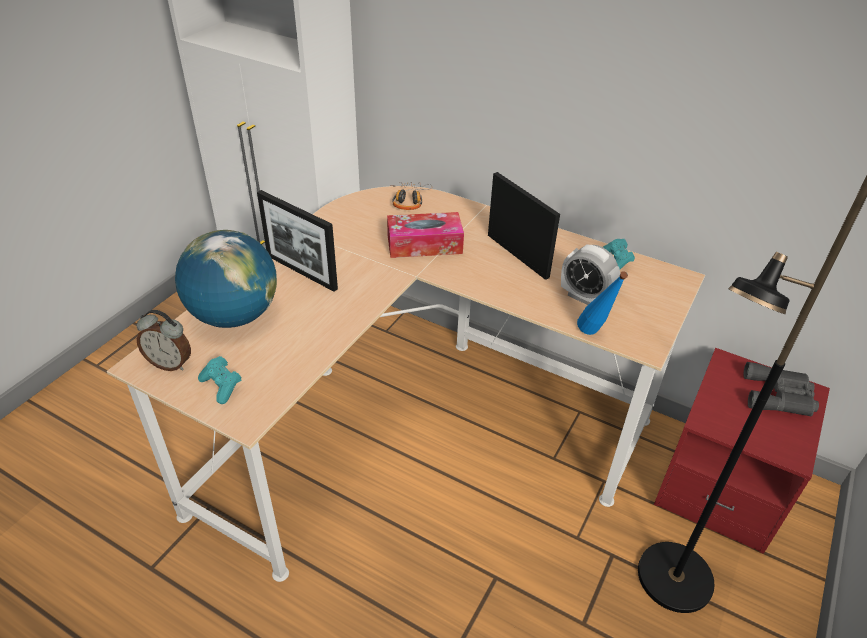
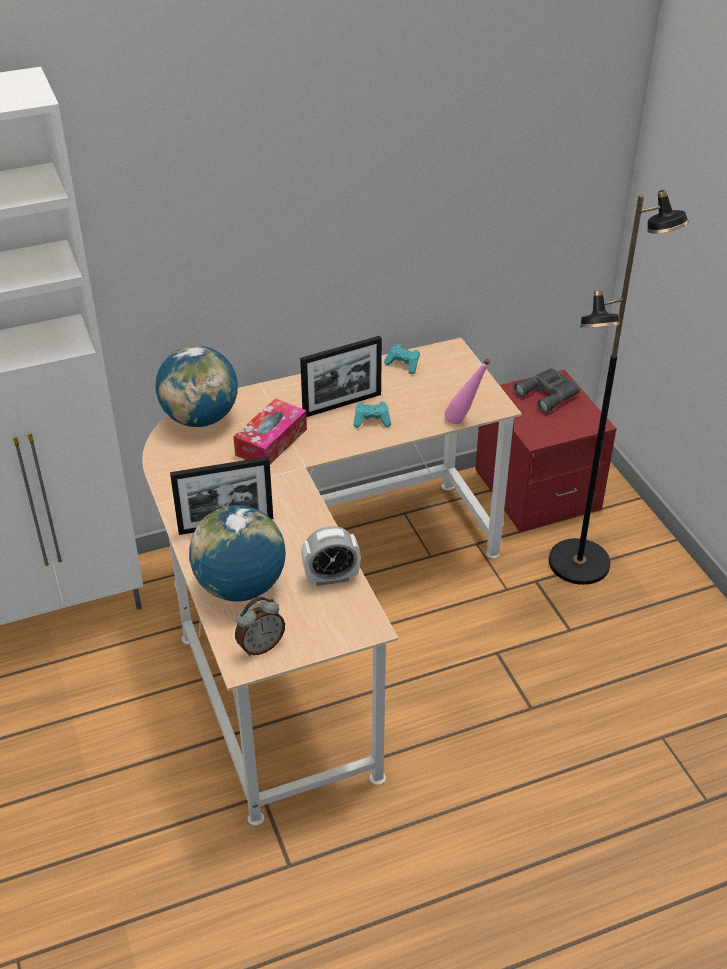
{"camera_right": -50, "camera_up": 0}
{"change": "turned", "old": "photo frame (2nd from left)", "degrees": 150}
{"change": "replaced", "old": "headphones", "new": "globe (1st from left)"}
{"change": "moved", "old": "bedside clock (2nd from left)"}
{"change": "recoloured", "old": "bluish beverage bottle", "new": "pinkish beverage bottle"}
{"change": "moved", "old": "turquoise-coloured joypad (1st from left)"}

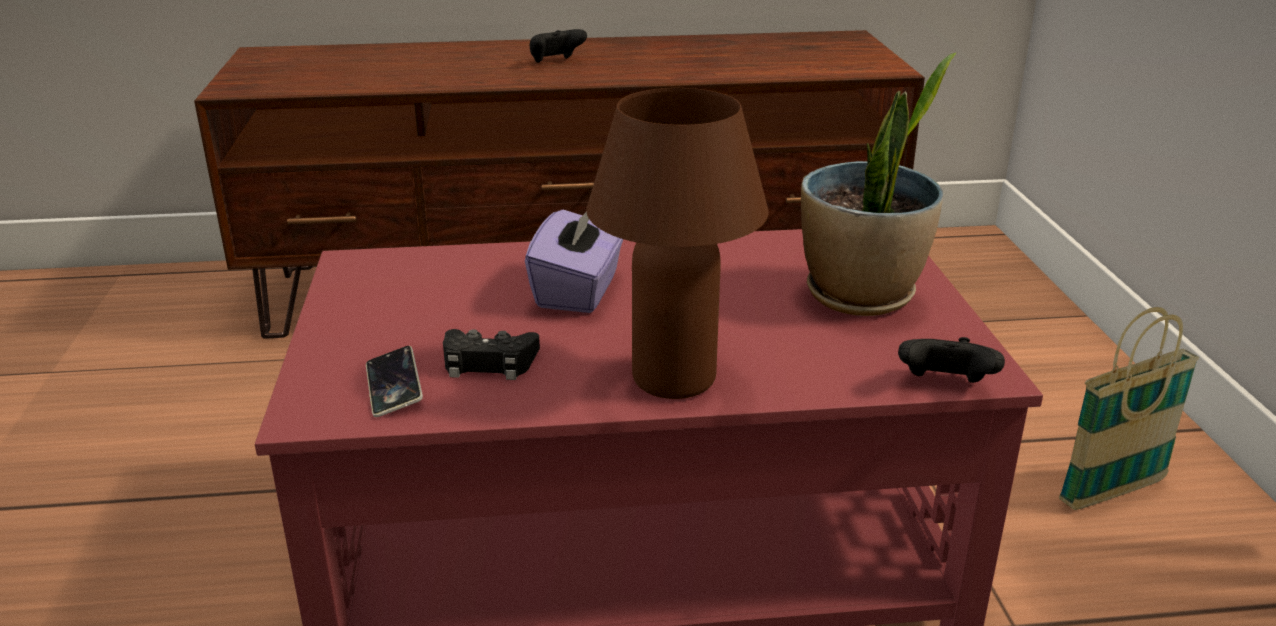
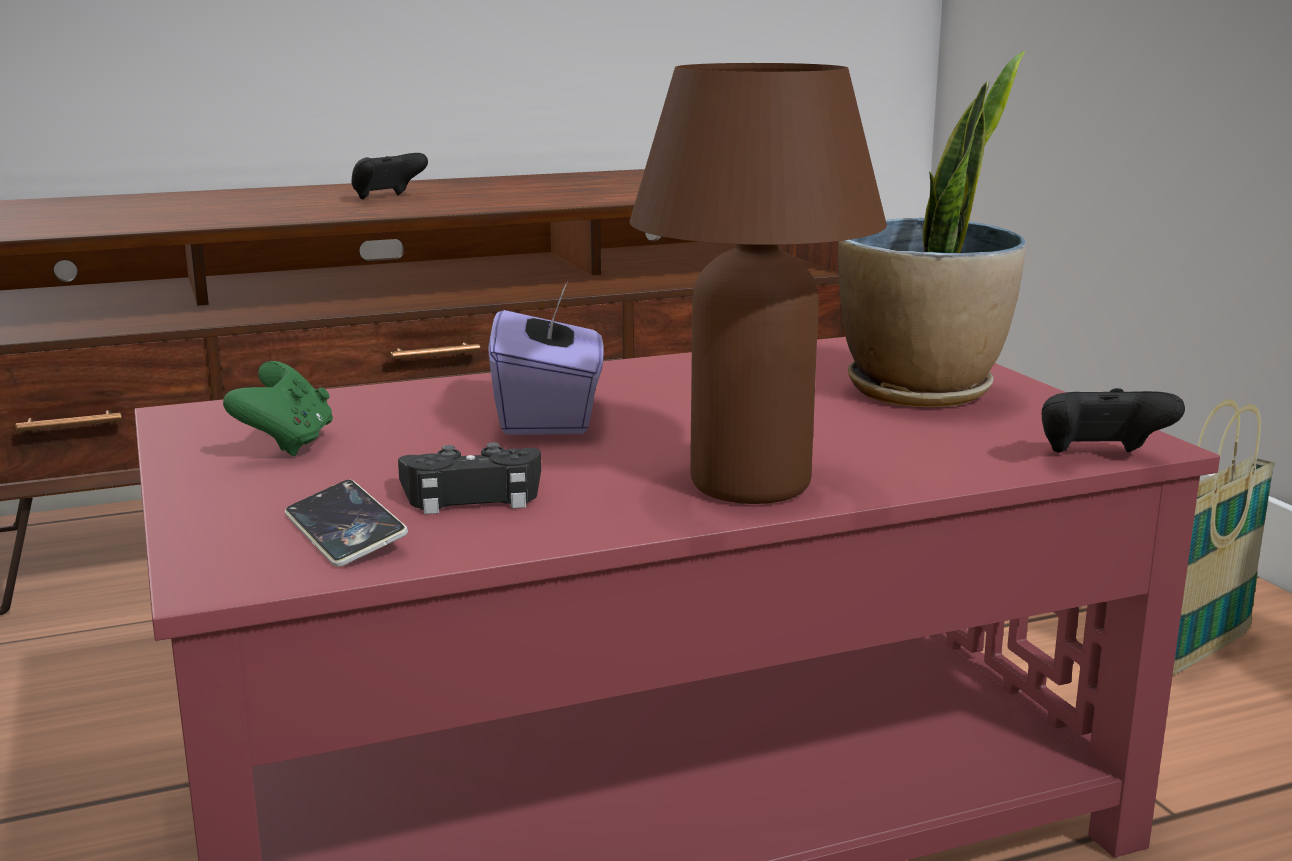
{"camera_right": -15, "camera_up": -10}
{"change": "added", "new": "greenish joypad"}

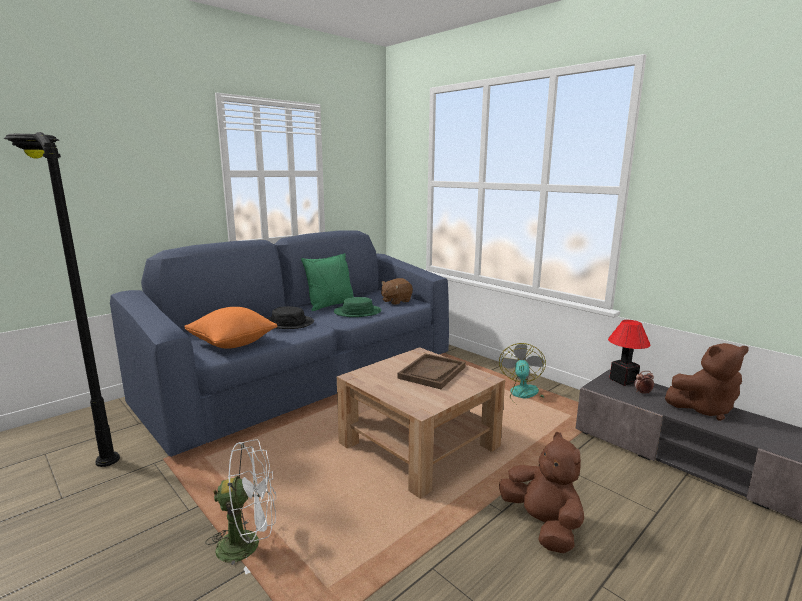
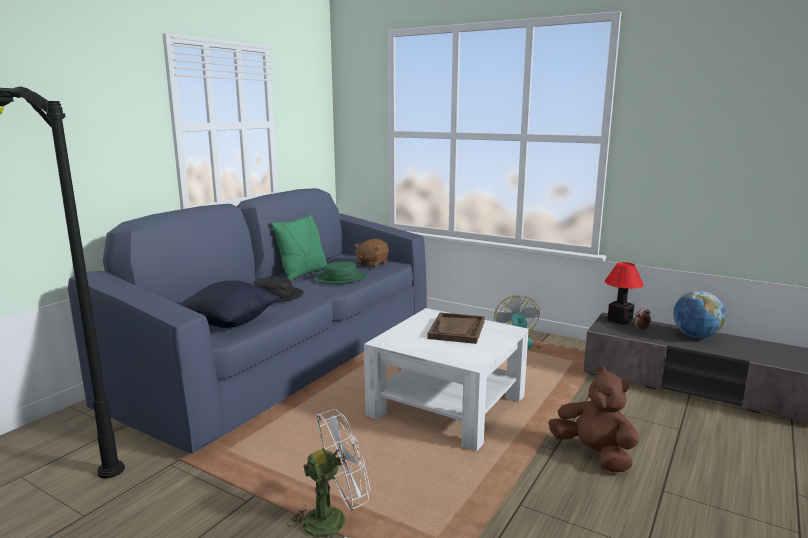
{"camera_right": -15, "camera_up": 0}
{"change": "recoloured", "old": "orange cushion", "new": "black-coloured cushion"}
{"change": "replaced", "old": "brown-coloured cuddly toy (3rd from left)", "new": "globe"}
{"change": "recoloured", "old": "brown-coloured lounge table", "new": "whitish lounge table"}

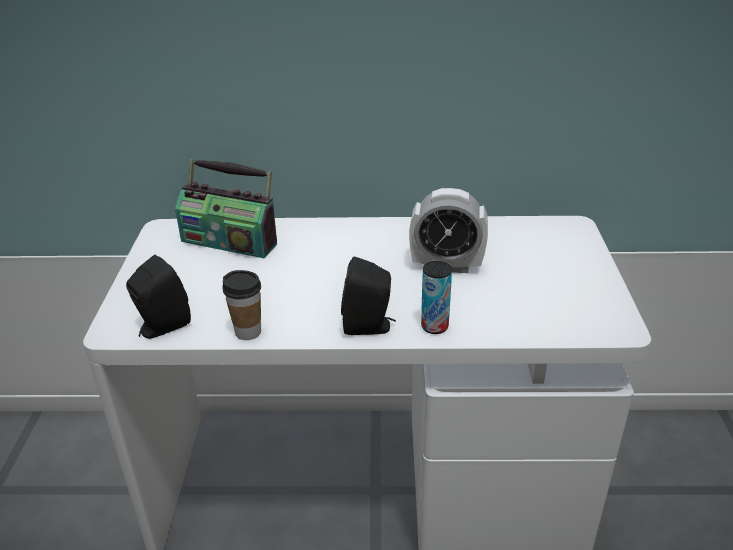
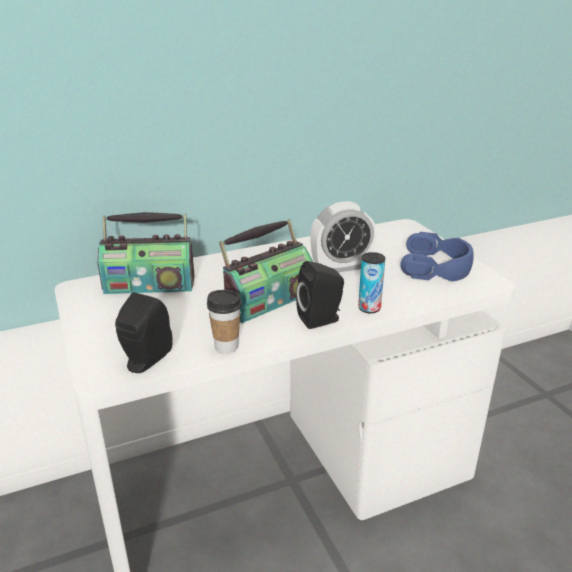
{"camera_right": -25, "camera_up": -5}
{"change": "added", "new": "radio receiver (2nd from left)"}
{"change": "added", "new": "bluish headphones"}

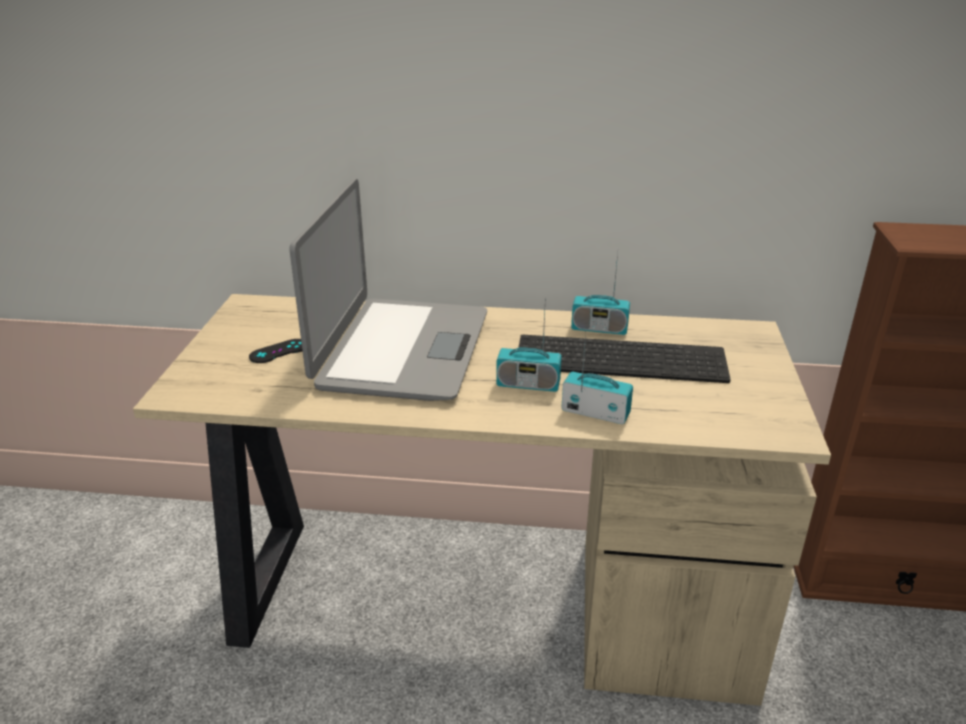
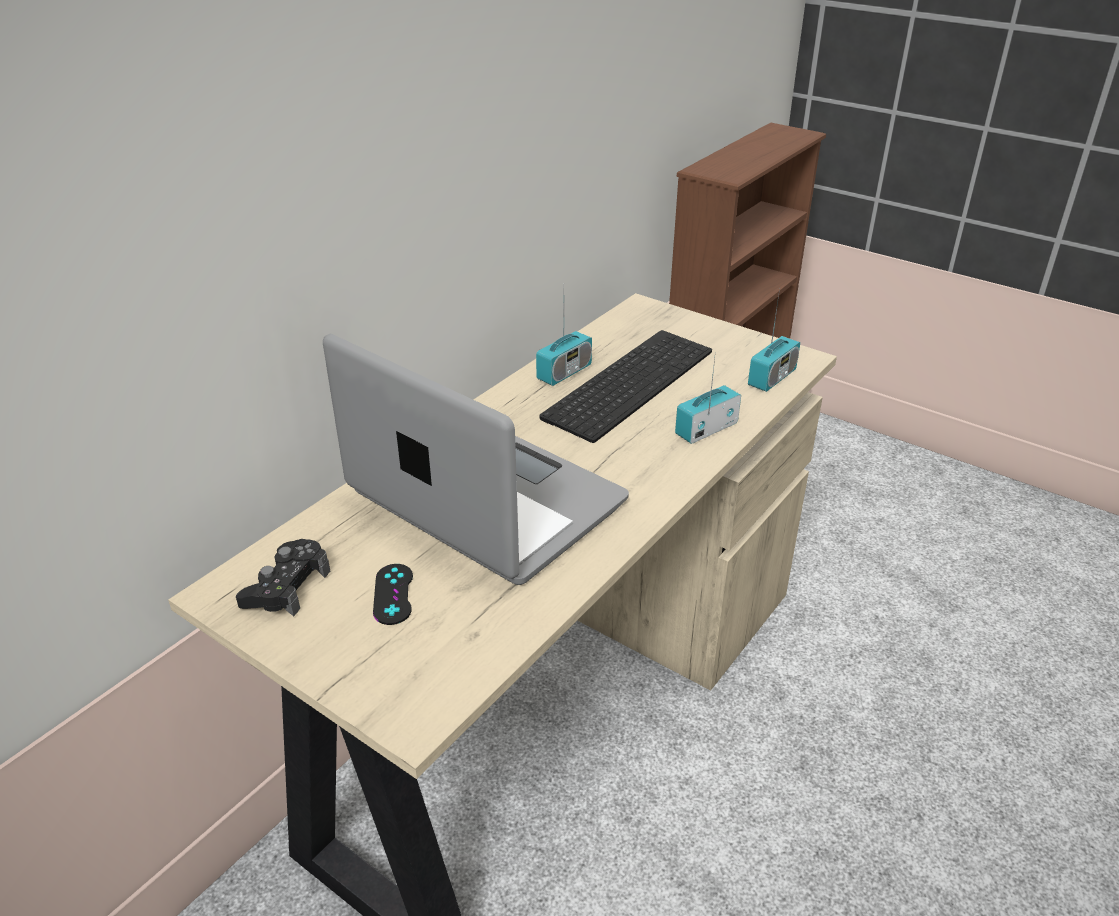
{"camera_right": -60, "camera_up": 5}
{"change": "moved", "old": "radio receiver (1st from left in the first image)", "new": "radio receiver (3rd from left)"}
{"change": "added", "new": "black-coloured joypad (1st from left)"}

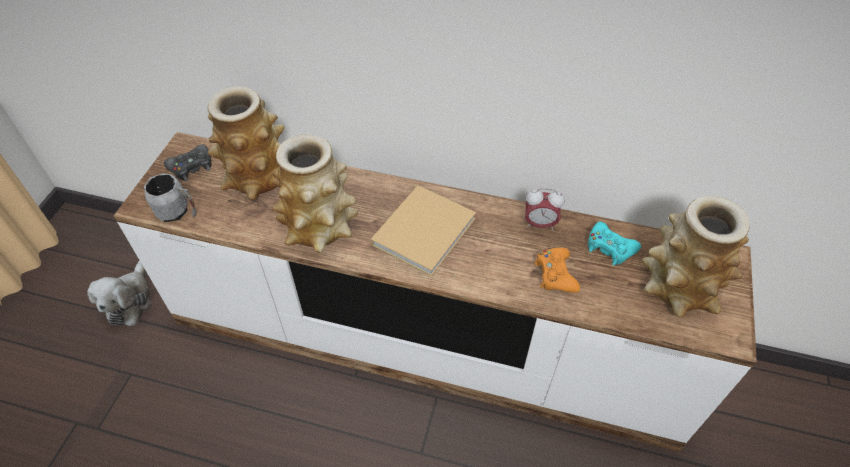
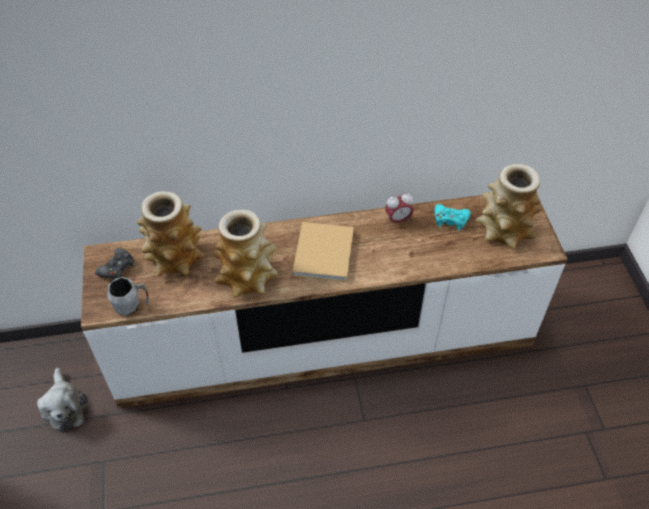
{"camera_right": -25, "camera_up": 0}
{"change": "removed", "old": "orange joypad"}

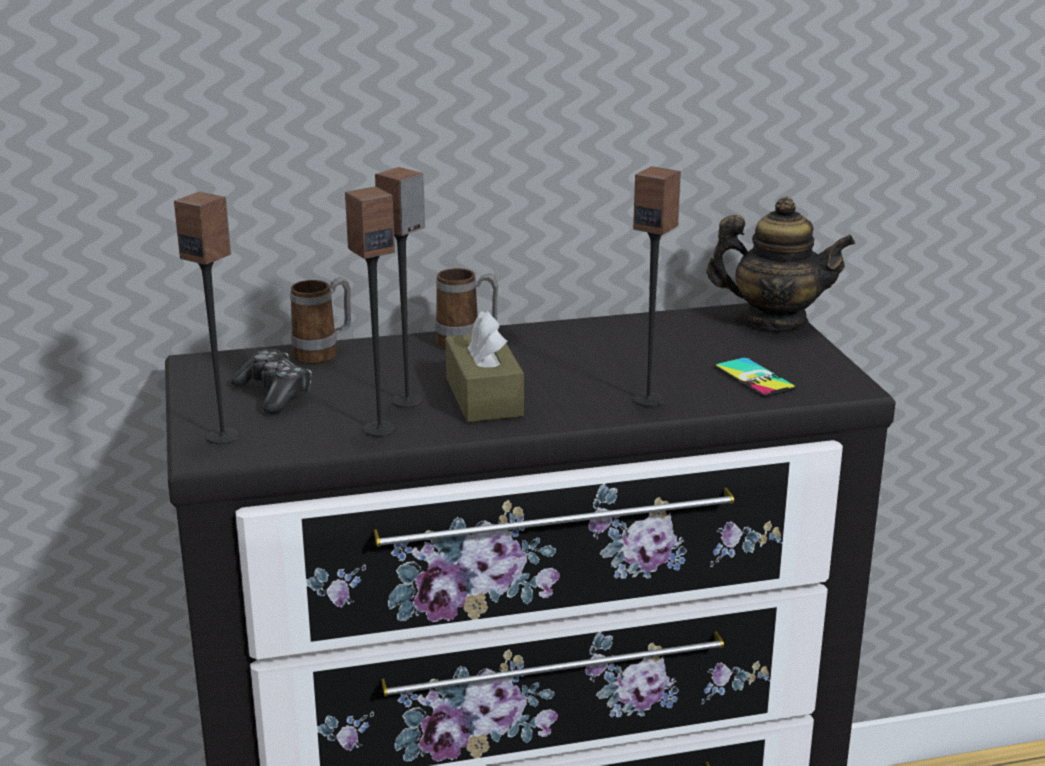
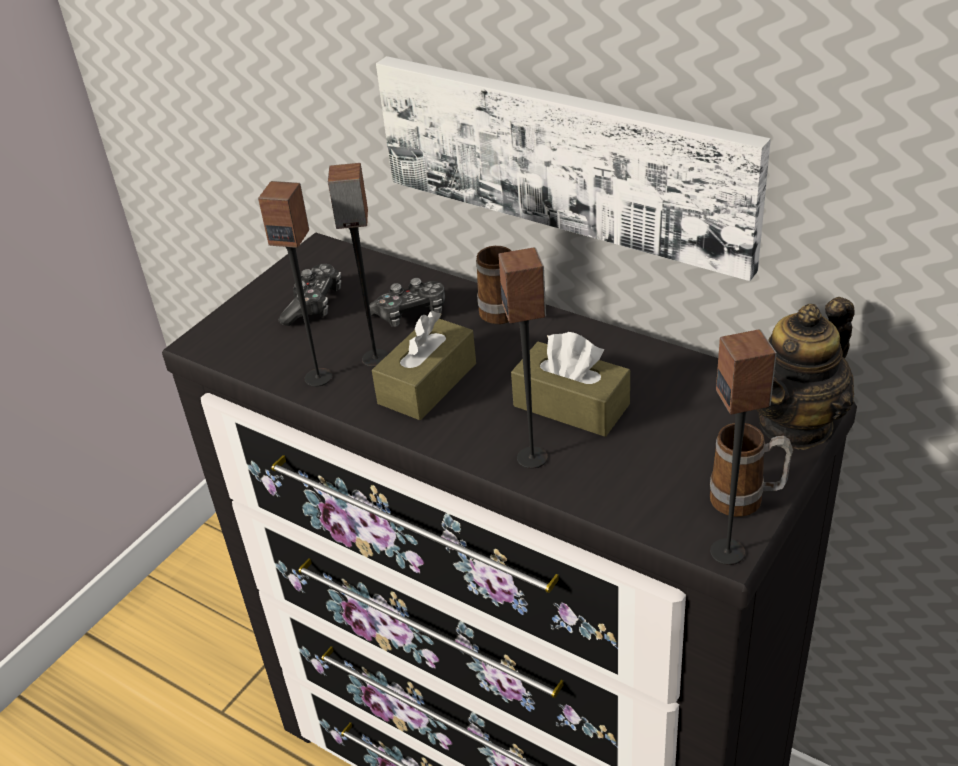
{"camera_right": 50, "camera_up": 15}
{"change": "moved", "old": "audio speaker (1st from left in the first image)", "new": "audio speaker (4th from left)"}
{"change": "turned", "old": "pot for tea", "degrees": 75}
{"change": "moved", "old": "mug (1st from left in the first image)", "new": "mug (2nd from left)"}
{"change": "removed", "old": "telephone"}
{"change": "added", "new": "wall picture"}
{"change": "added", "new": "joypad (2nd from left)"}
{"change": "added", "new": "brown-coloured box of tissues (2nd from left)"}

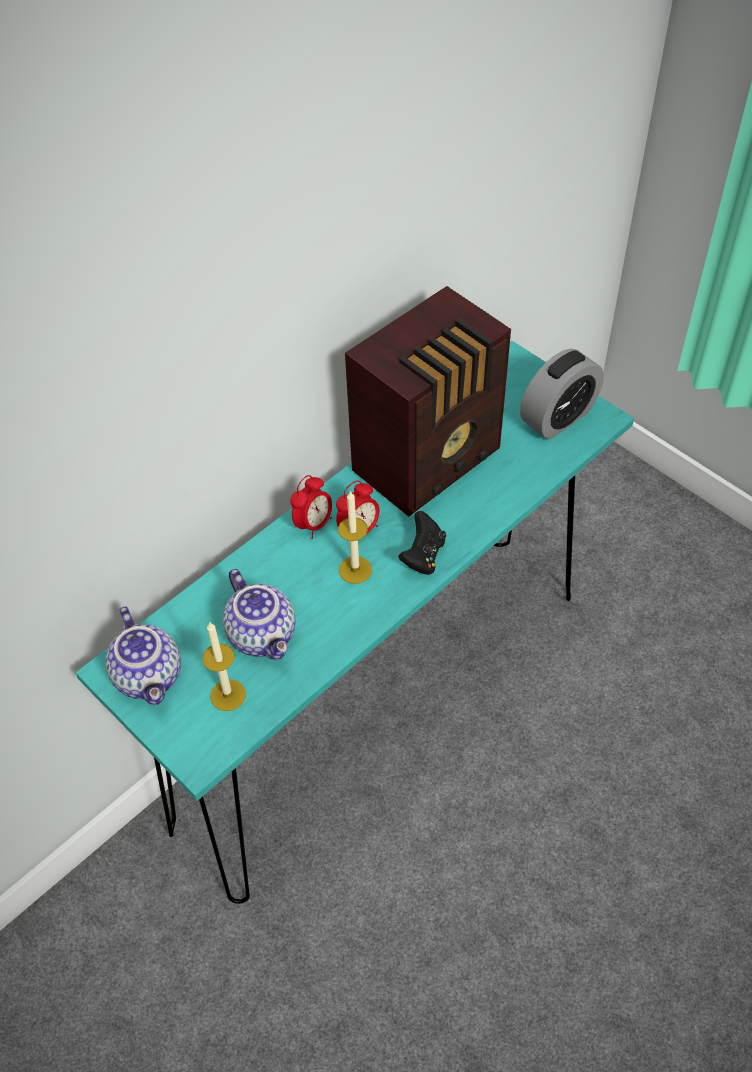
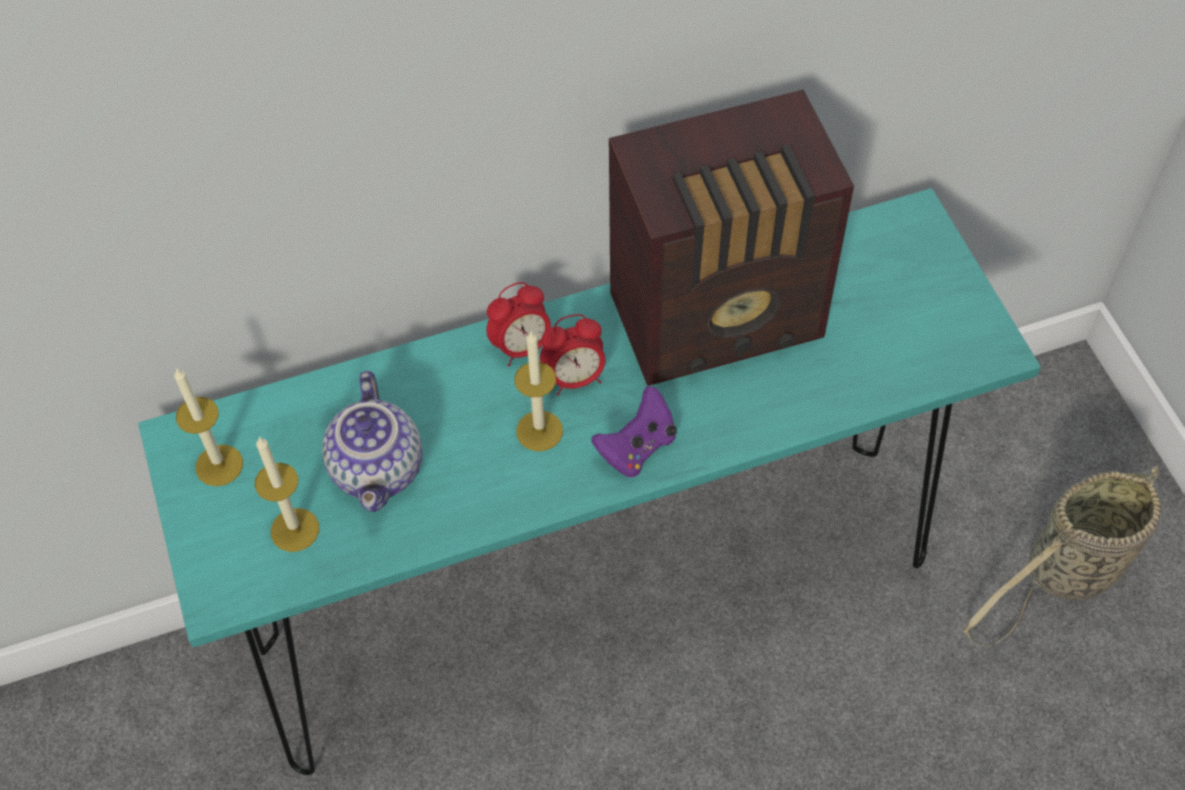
{"camera_right": 25, "camera_up": 5}
{"change": "removed", "old": "bedside clock (3rd from left)"}
{"change": "recoloured", "old": "black-coloured joypad", "new": "purple joypad"}
{"change": "replaced", "old": "pot for tea (1st from left)", "new": "wax light (1st from left)"}
{"change": "added", "new": "household basket"}

